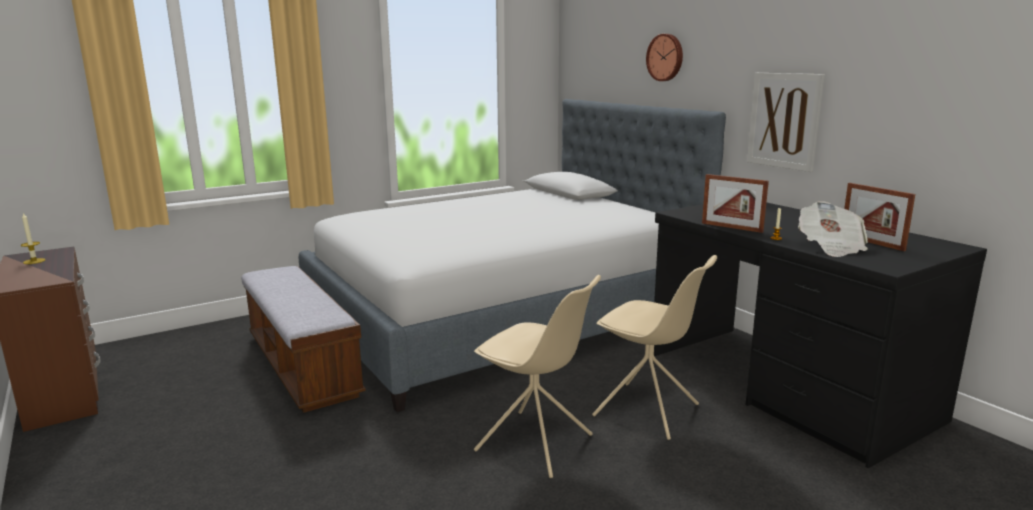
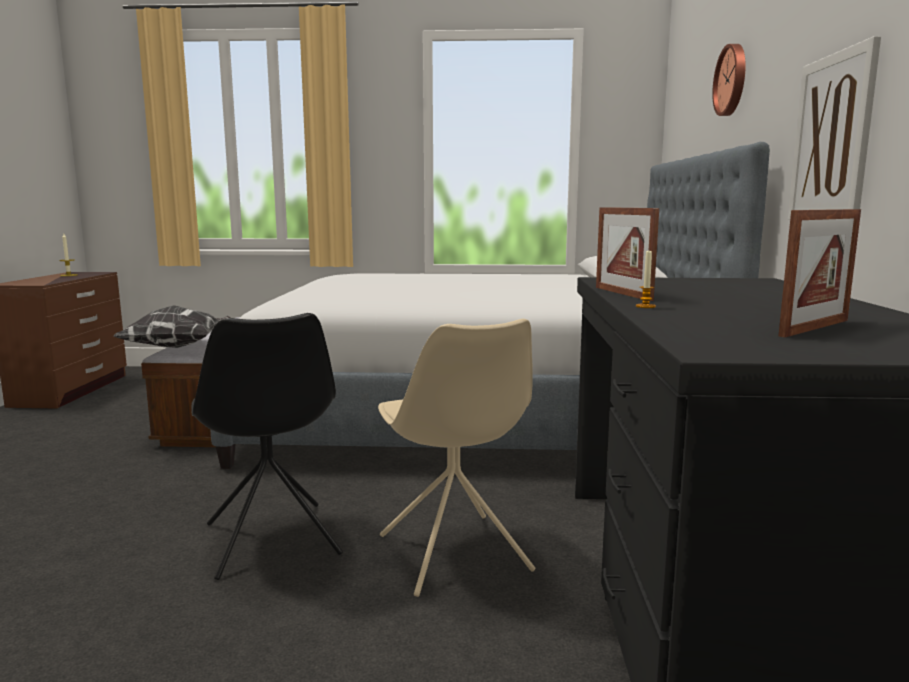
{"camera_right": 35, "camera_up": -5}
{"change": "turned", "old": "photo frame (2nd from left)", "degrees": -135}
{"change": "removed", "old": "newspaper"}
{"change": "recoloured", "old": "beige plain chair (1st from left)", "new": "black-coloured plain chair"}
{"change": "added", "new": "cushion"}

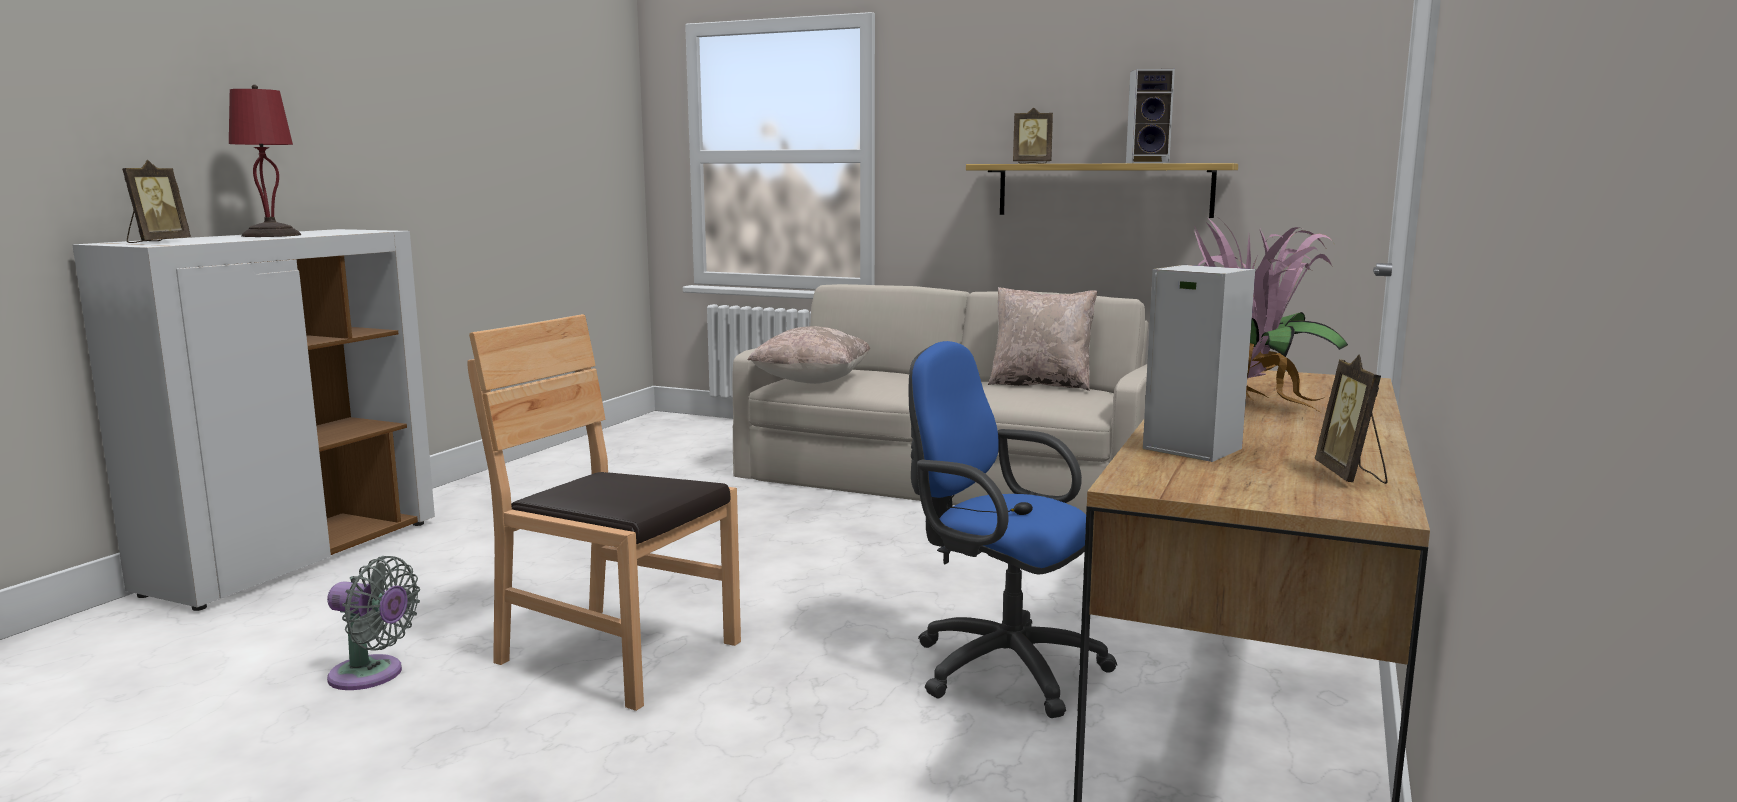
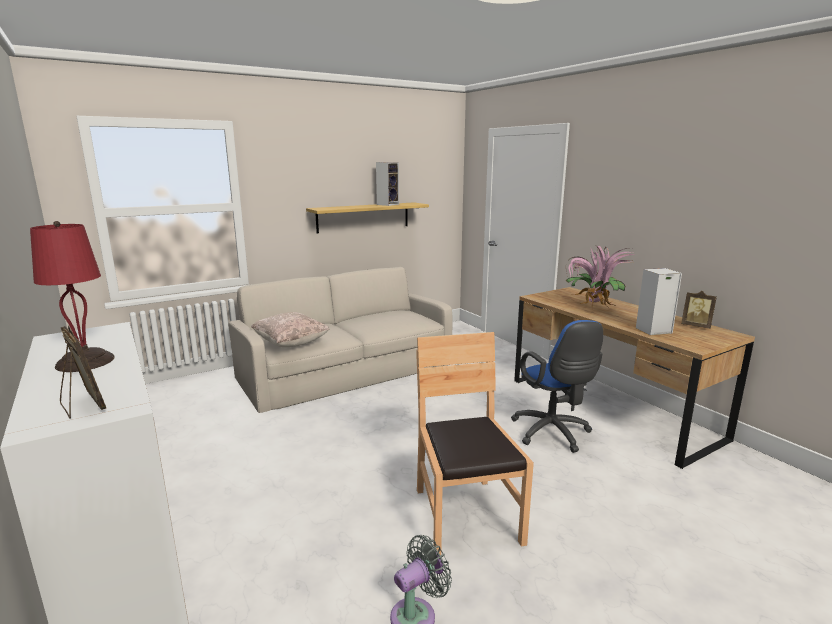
{"camera_right": -55, "camera_up": 5}
{"change": "removed", "old": "photo frame (2nd from left)"}
{"change": "removed", "old": "beige cushion (2nd from left)"}
{"change": "turned", "old": "brown-coloured plain chair", "degrees": 105}
{"change": "turned", "old": "bluish computer chair", "degrees": -90}

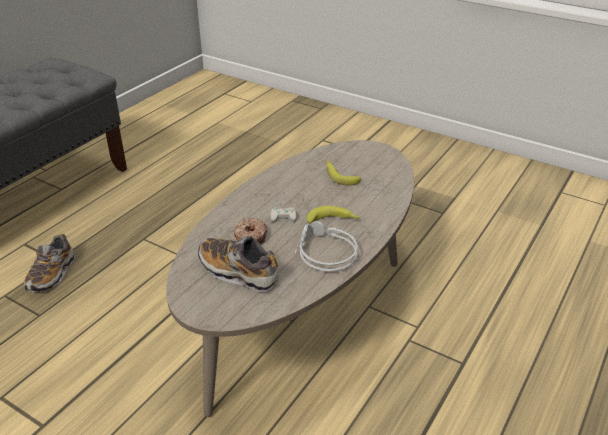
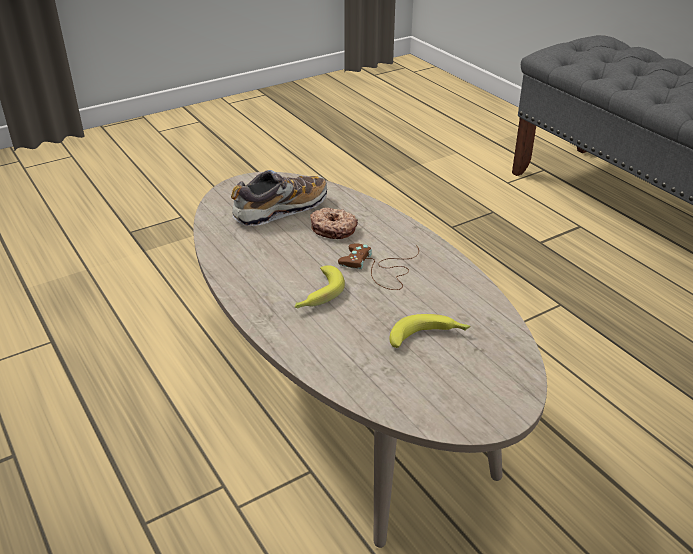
{"camera_right": 115, "camera_up": 0}
{"change": "recoloured", "old": "whitish joypad", "new": "brown-coloured joypad"}
{"change": "removed", "old": "gray headphones"}
{"change": "removed", "old": "item of footwear (1st from left)"}

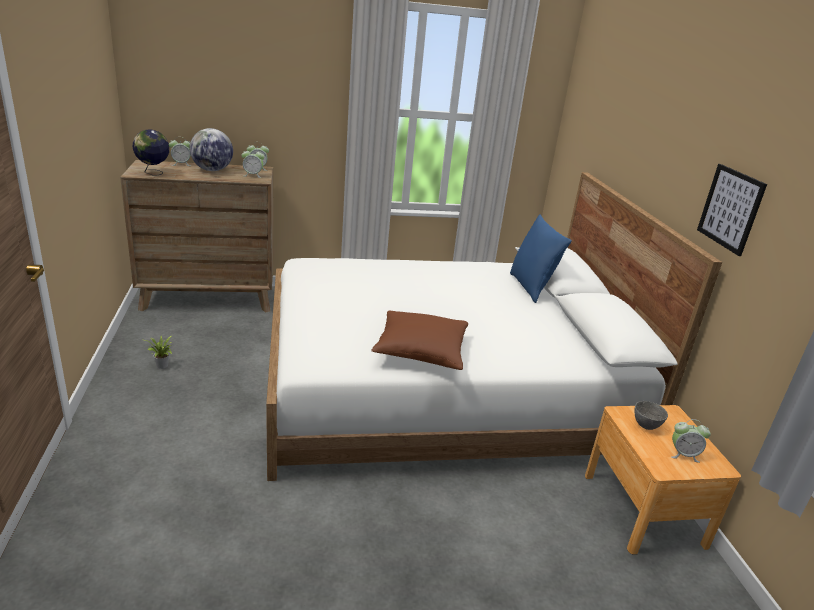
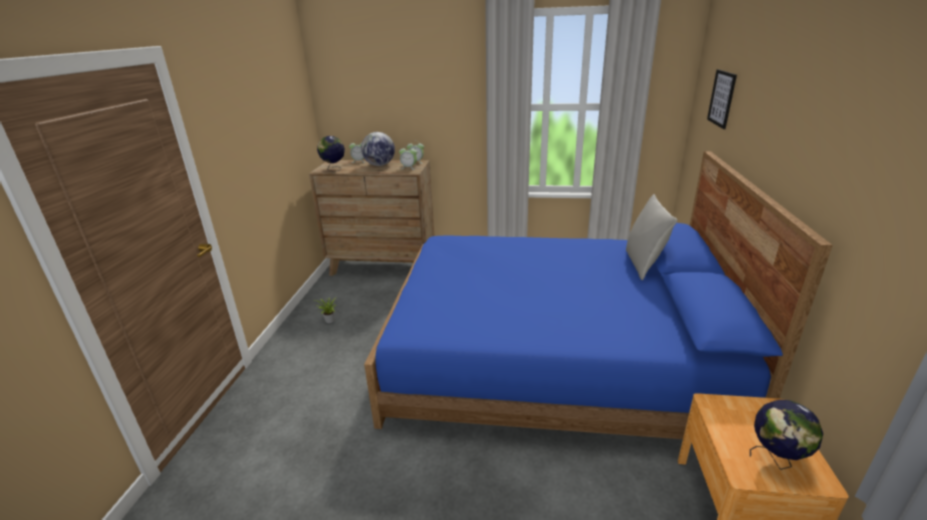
{"camera_right": 20, "camera_up": 0}
{"change": "moved", "old": "wall picture"}
{"change": "recoloured", "old": "whitish bed", "new": "bluish bed"}
{"change": "recoloured", "old": "bluish cushion", "new": "gray cushion"}
{"change": "removed", "old": "brown-coloured cushion"}
{"change": "removed", "old": "gray serving bowl"}
{"change": "replaced", "old": "bedside clock (4th from left)", "new": "globe (3rd from left)"}

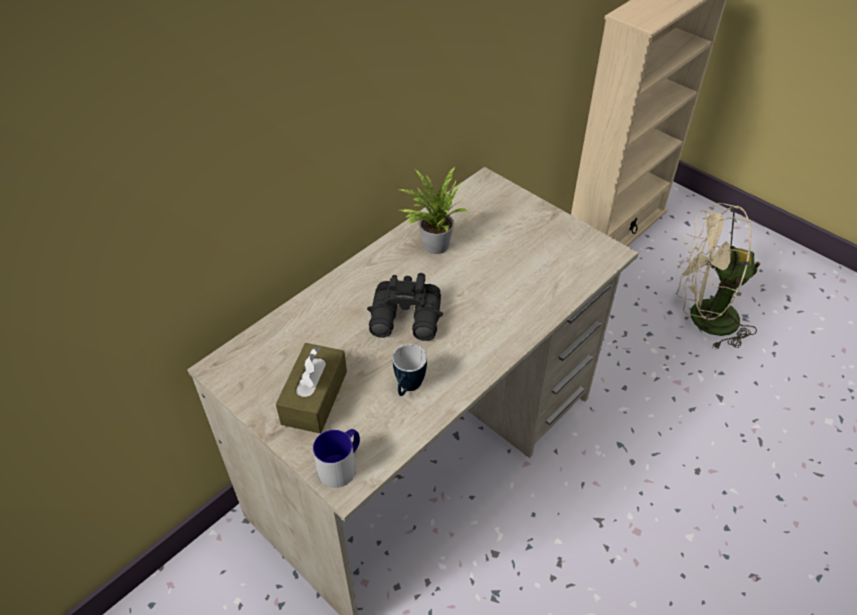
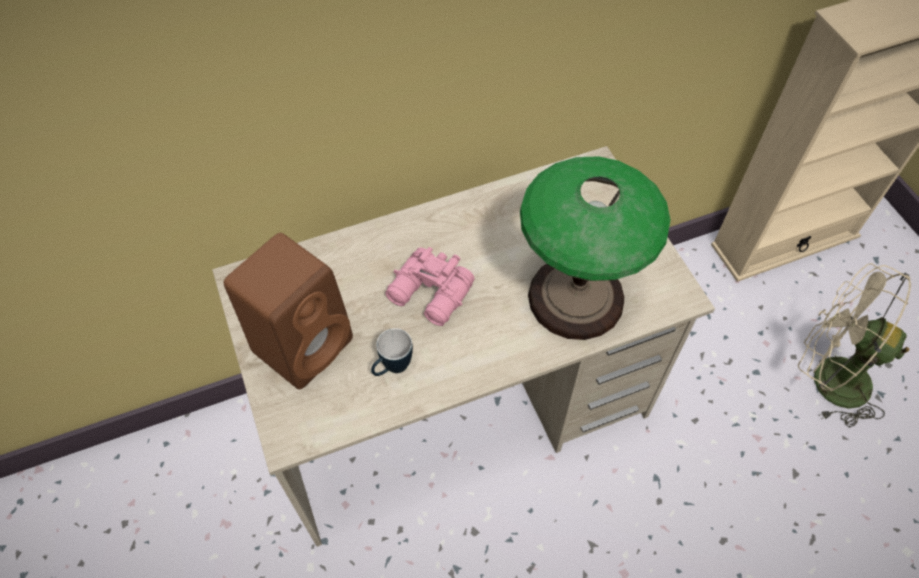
{"camera_right": 25, "camera_up": 10}
{"change": "removed", "old": "houseplant"}
{"change": "recoloured", "old": "black-coloured pair of binoculars", "new": "pinkish pair of binoculars"}
{"change": "replaced", "old": "brown-coloured box of tissues", "new": "brown-coloured audio speaker"}
{"change": "removed", "old": "mug (1st from left)"}
{"change": "added", "new": "lamp for a table"}

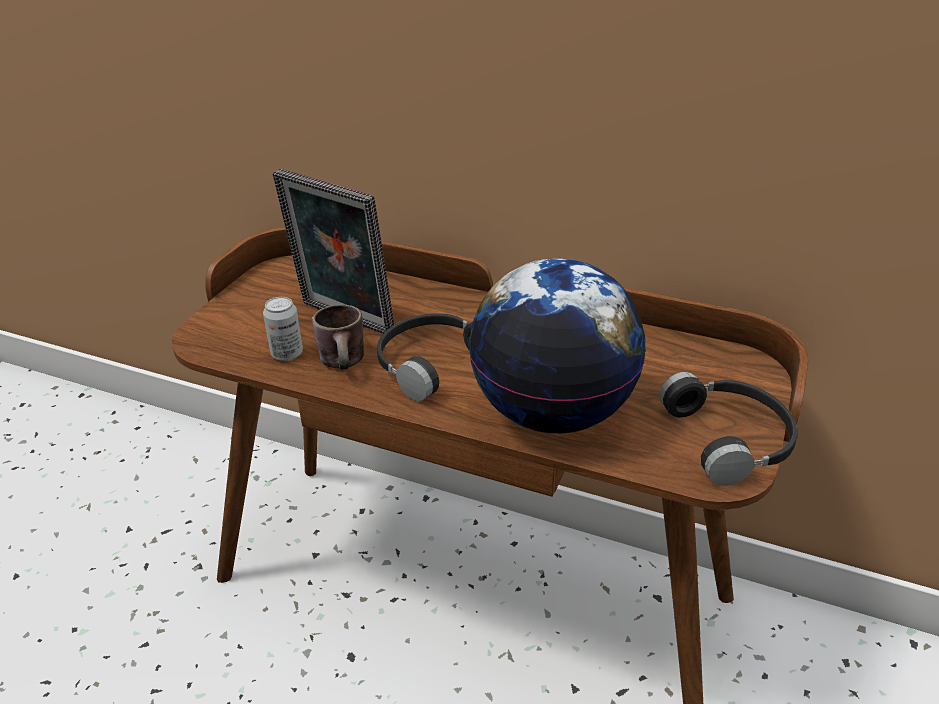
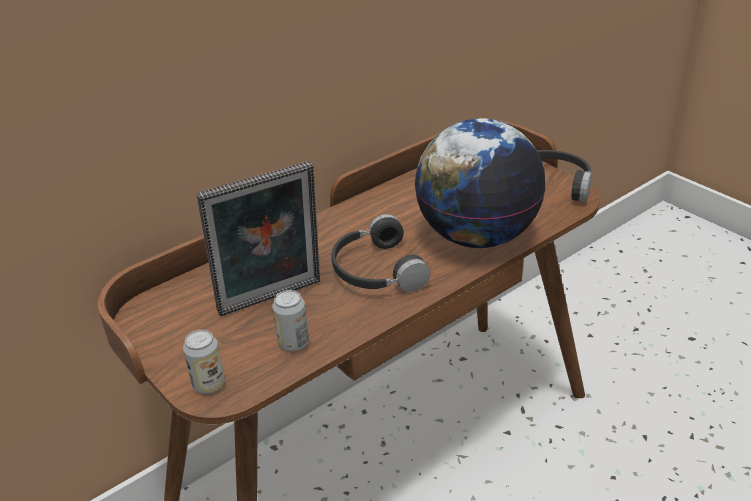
{"camera_right": -60, "camera_up": 0}
{"change": "removed", "old": "brown-coloured mug"}
{"change": "added", "new": "can (1st from left)"}

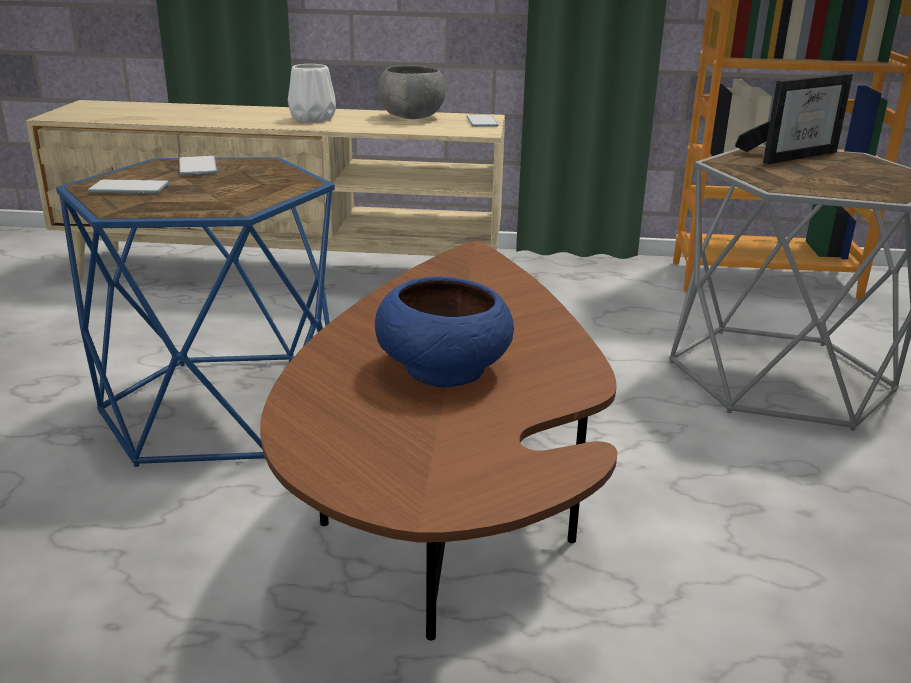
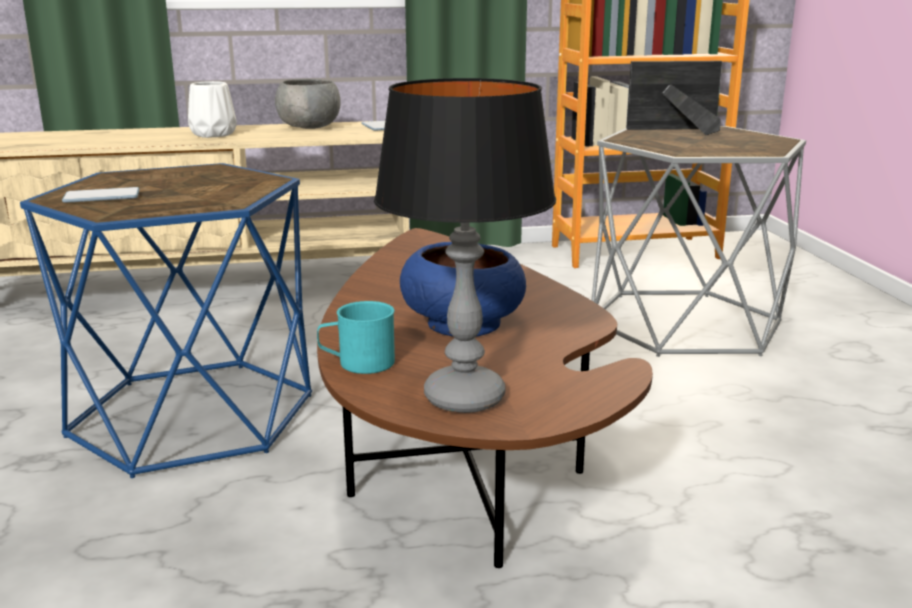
{"camera_right": -15, "camera_up": -5}
{"change": "turned", "old": "photo frame", "degrees": -135}
{"change": "removed", "old": "telephone (2nd from left)"}
{"change": "added", "new": "lamp for a table"}
{"change": "added", "new": "turquoise-coloured mug"}

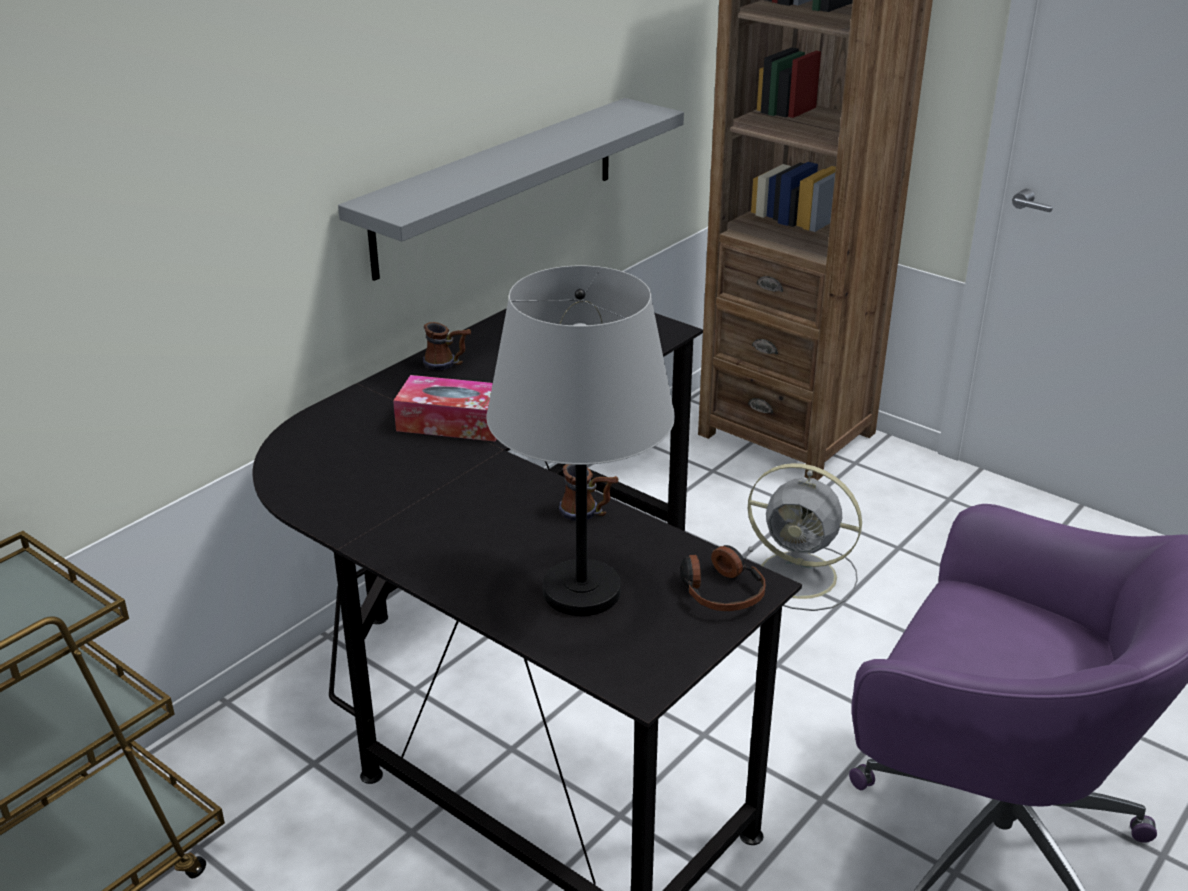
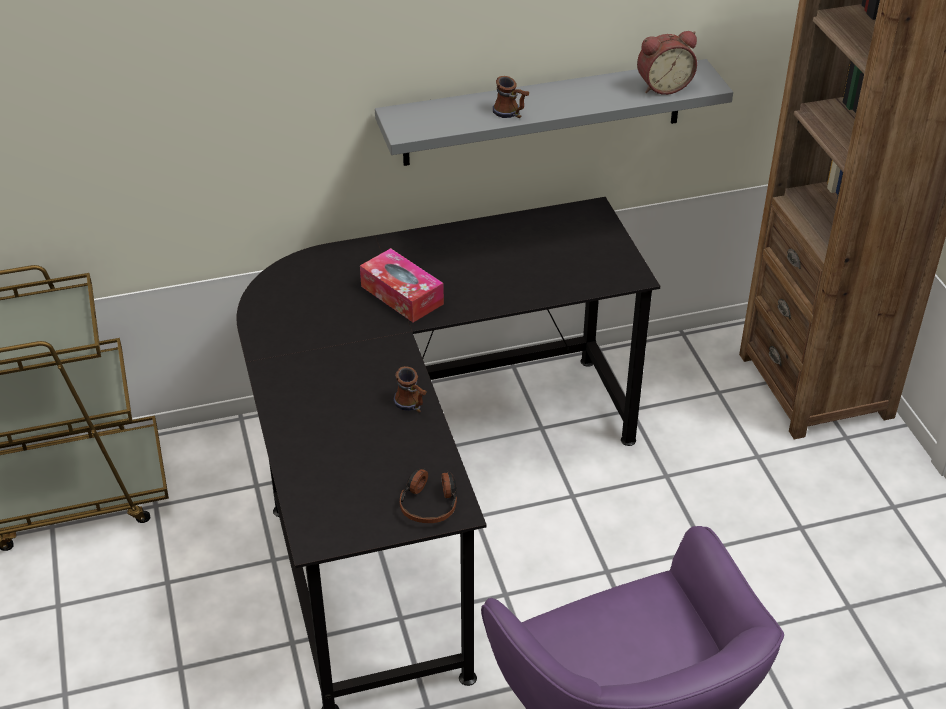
{"camera_right": 35, "camera_up": 10}
{"change": "removed", "old": "gray lamp for a table"}
{"change": "moved", "old": "mug (1st from left in the first image)", "new": "mug (2nd from left)"}
{"change": "removed", "old": "gray fan"}
{"change": "added", "new": "bedside clock"}

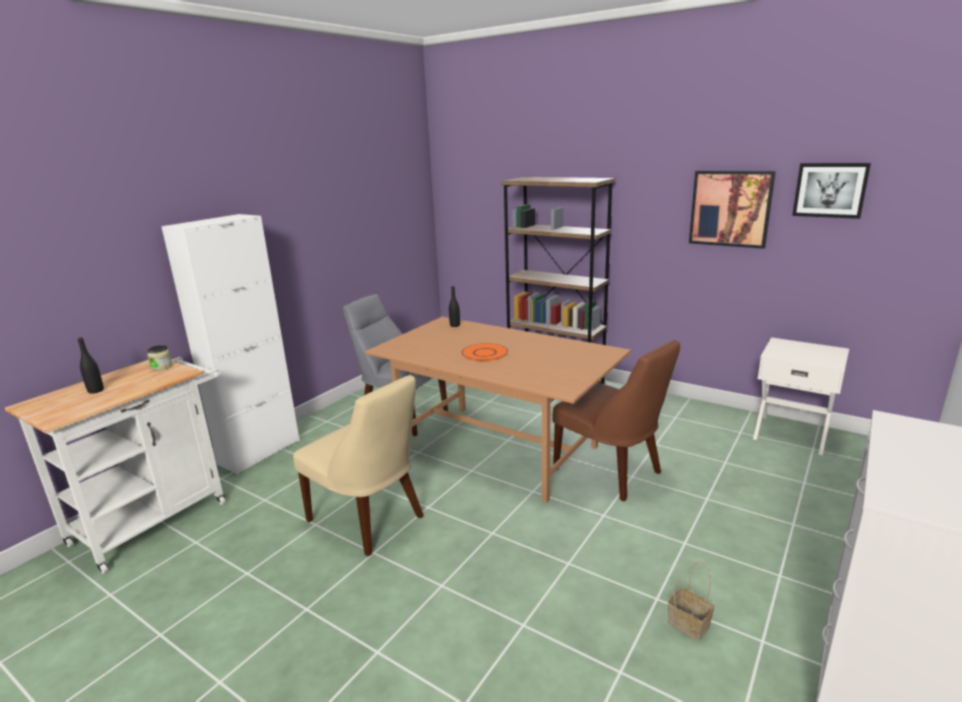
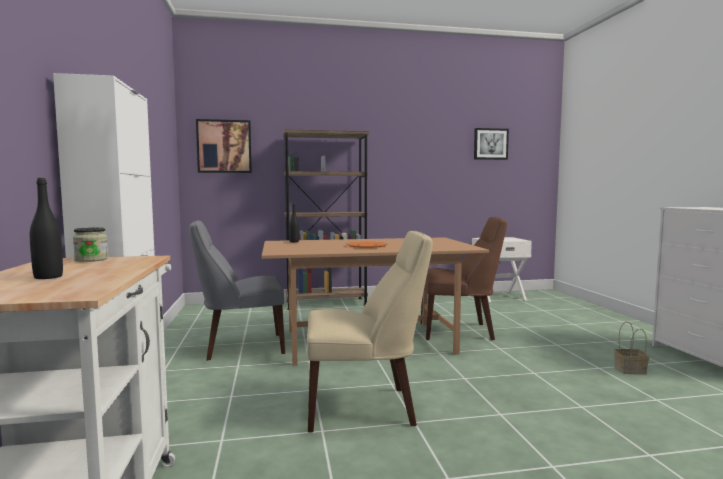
{"camera_right": -45, "camera_up": -15}
{"change": "moved", "old": "wall picture (1st from left)"}

